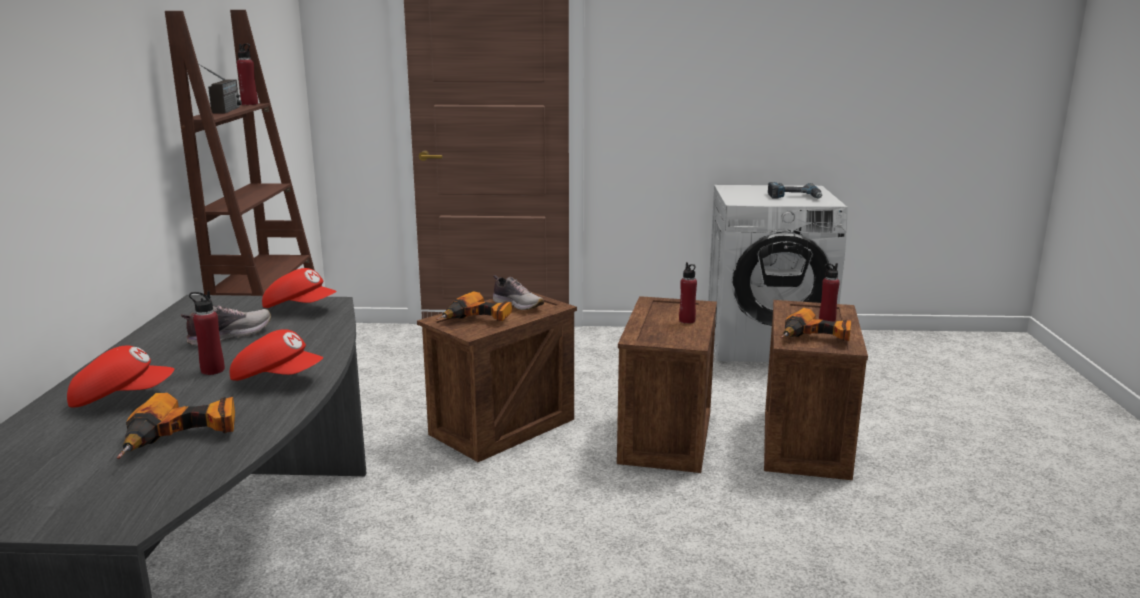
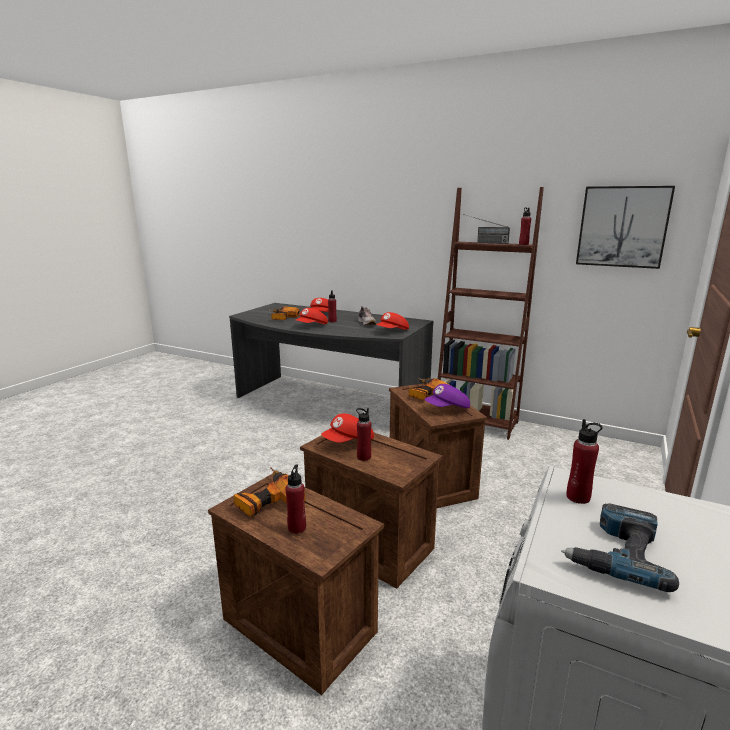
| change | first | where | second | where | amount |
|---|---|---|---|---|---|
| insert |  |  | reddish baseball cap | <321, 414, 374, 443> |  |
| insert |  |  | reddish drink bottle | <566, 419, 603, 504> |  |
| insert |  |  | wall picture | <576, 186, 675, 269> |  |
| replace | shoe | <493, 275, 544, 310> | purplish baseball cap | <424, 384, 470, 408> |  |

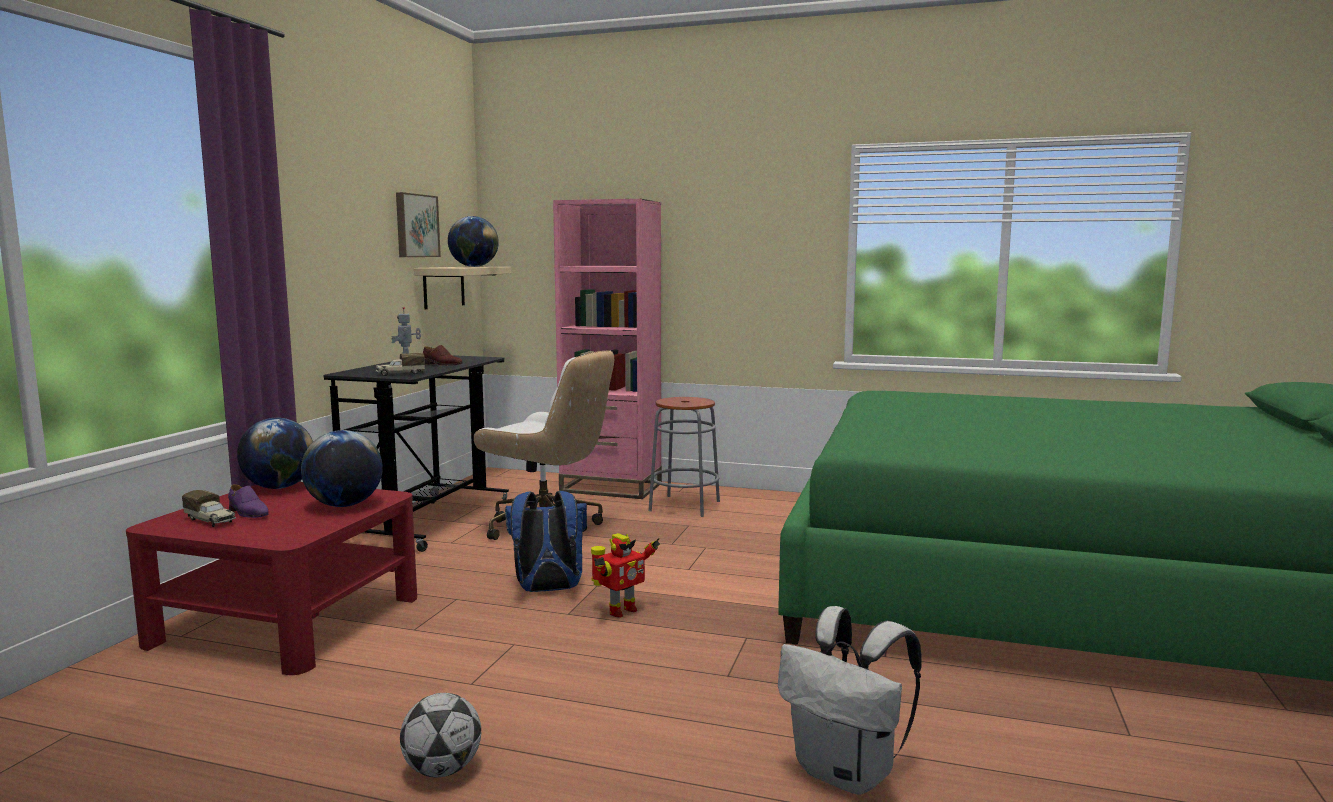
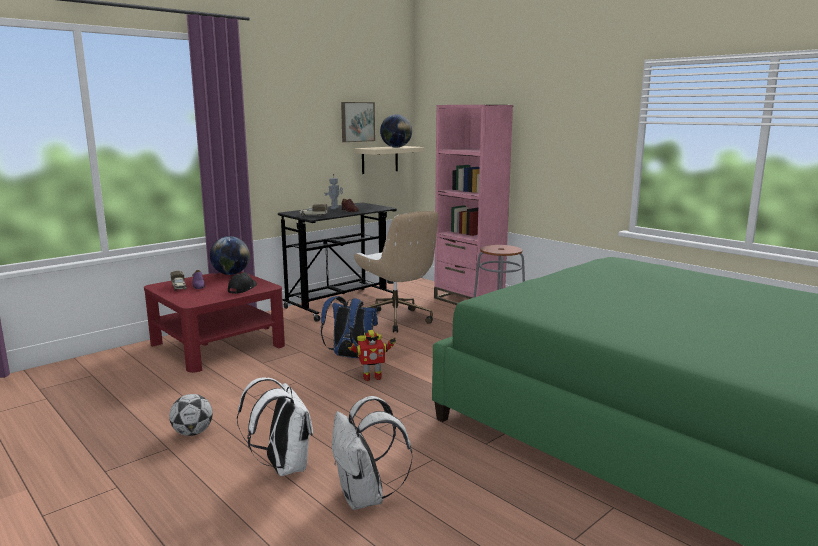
| change | first | where | second | where | amount |
|---|---|---|---|---|---|
| insert |  |  | white knapsack | <237, 377, 313, 476> |  |
| replace | globe | <301, 430, 383, 507> | blackish baseball cap | <228, 272, 257, 294> |  |

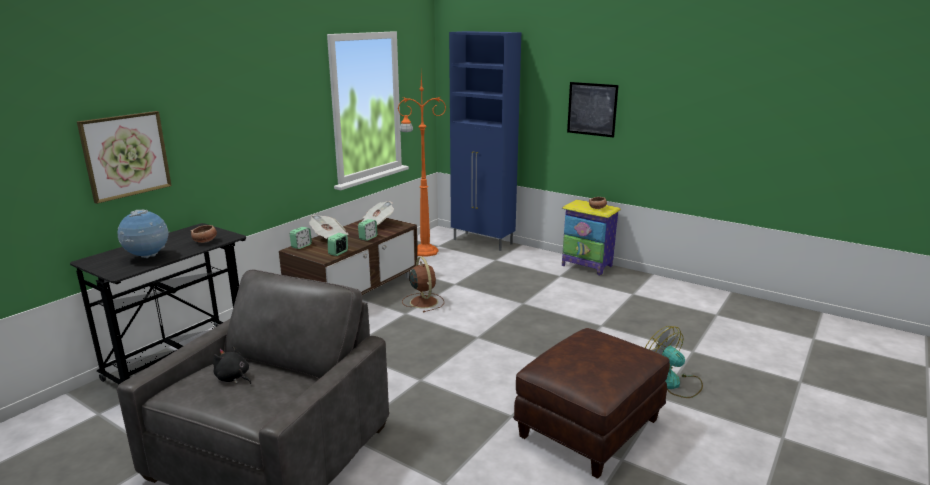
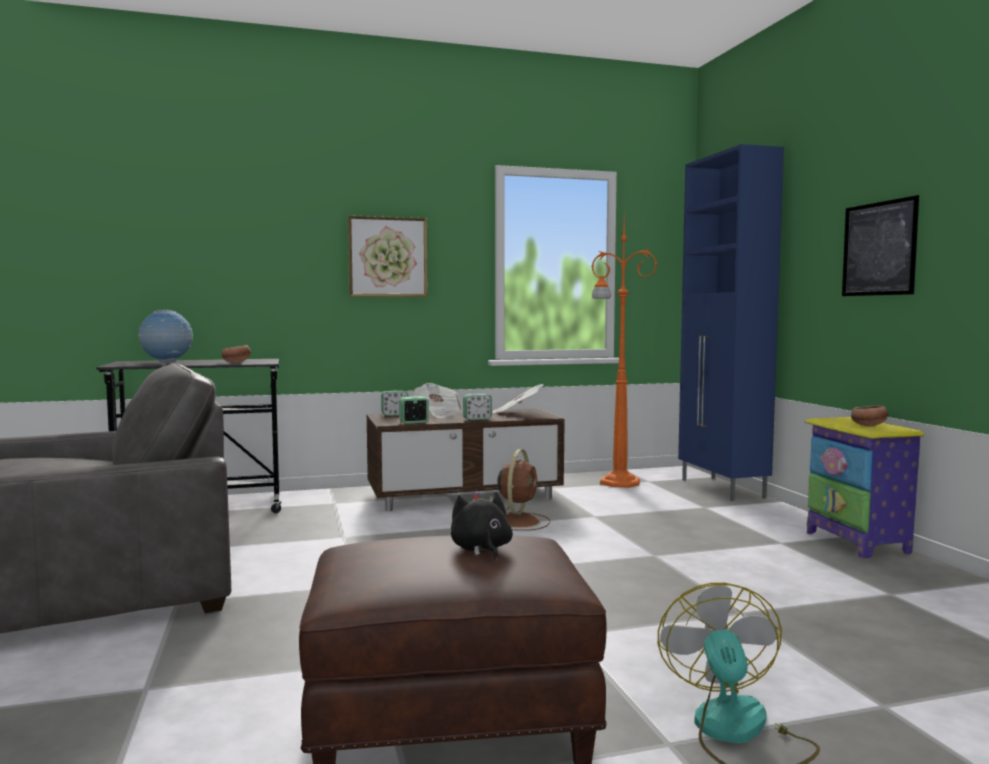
| change | first | where | second | where | amount |
|---|---|---|---|---|---|
| move | wall picture | <77, 111, 172, 204> |  | <348, 215, 428, 297> |  |
| move | blackish plush toy | <213, 345, 251, 384> |  | <451, 491, 513, 561> |  |

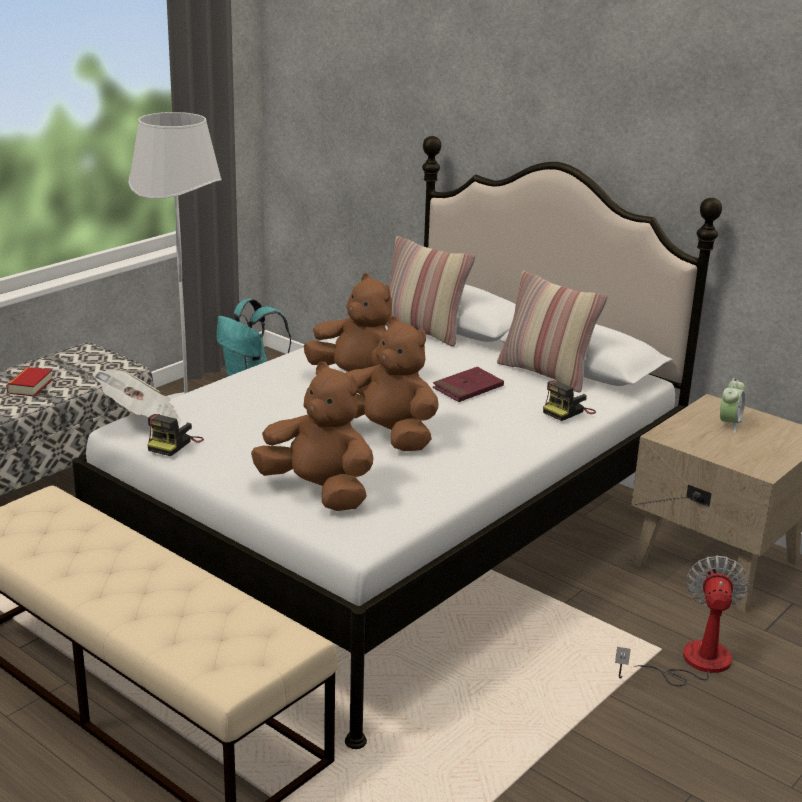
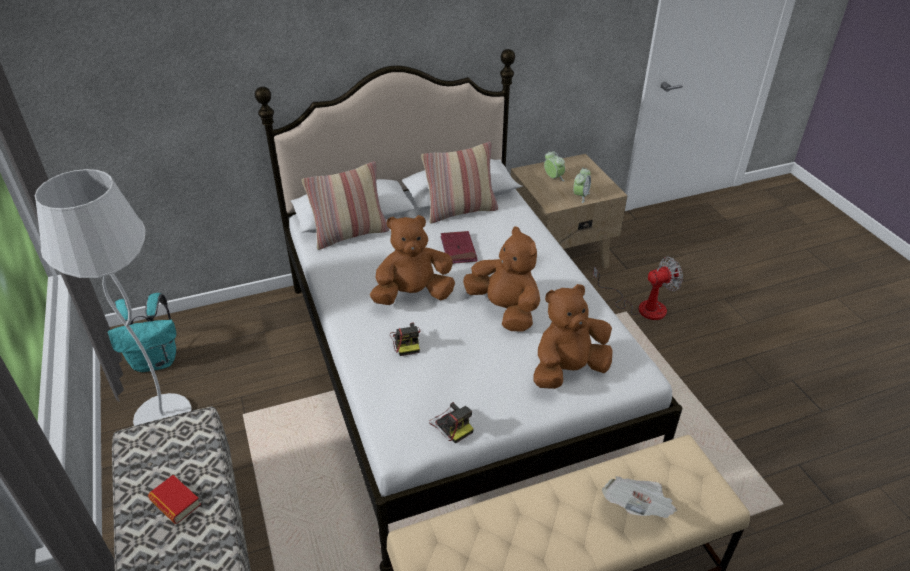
| change | first | where | second | where | amount |
|---|---|---|---|---|---|
| insert |  |  | table clock | <573, 168, 591, 203> |  |
| move | printed paper | <93, 370, 181, 421> |  | <602, 476, 677, 518> |  |
| move | photo camera | <543, 380, 596, 421> |  | <390, 322, 420, 356> |  |
| rotate | brown plush toy | <345, 316, 439, 451> |  | <463, 226, 540, 332> | 75 degrees clockwise |
| rotate | cooling fan | <615, 556, 749, 686> |  | <593, 257, 683, 320> | 120 degrees clockwise |

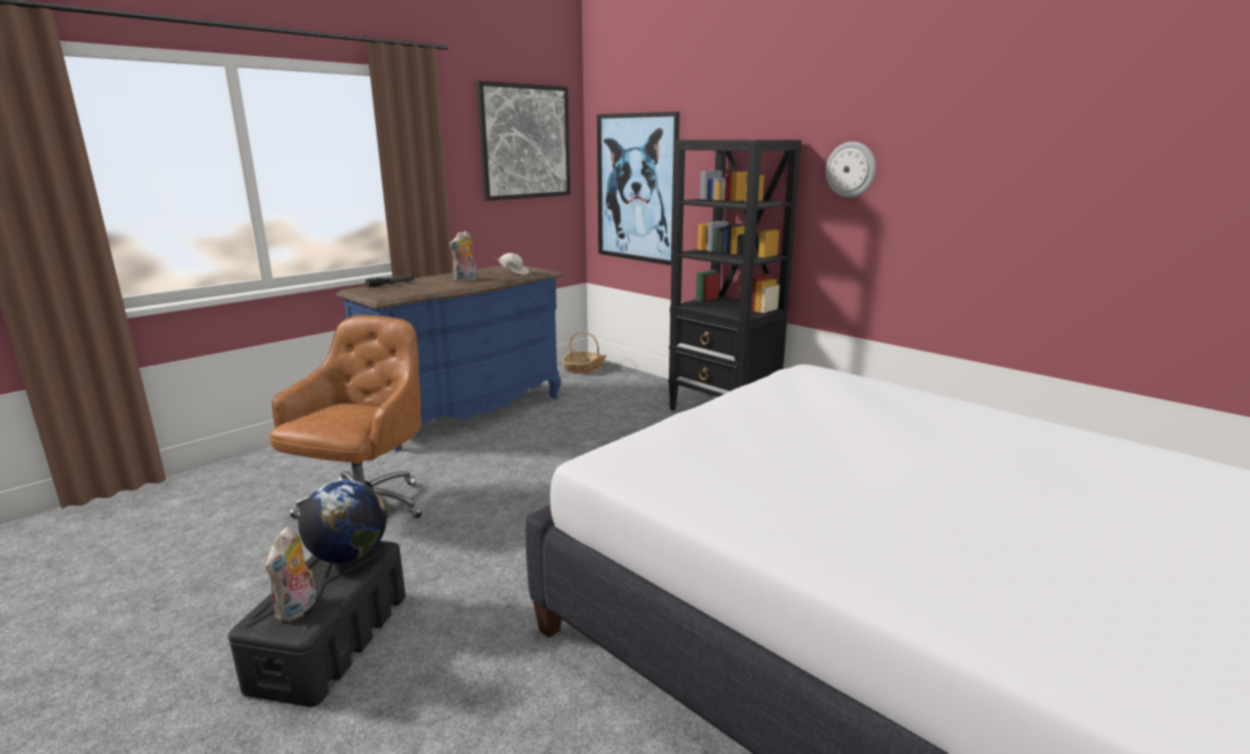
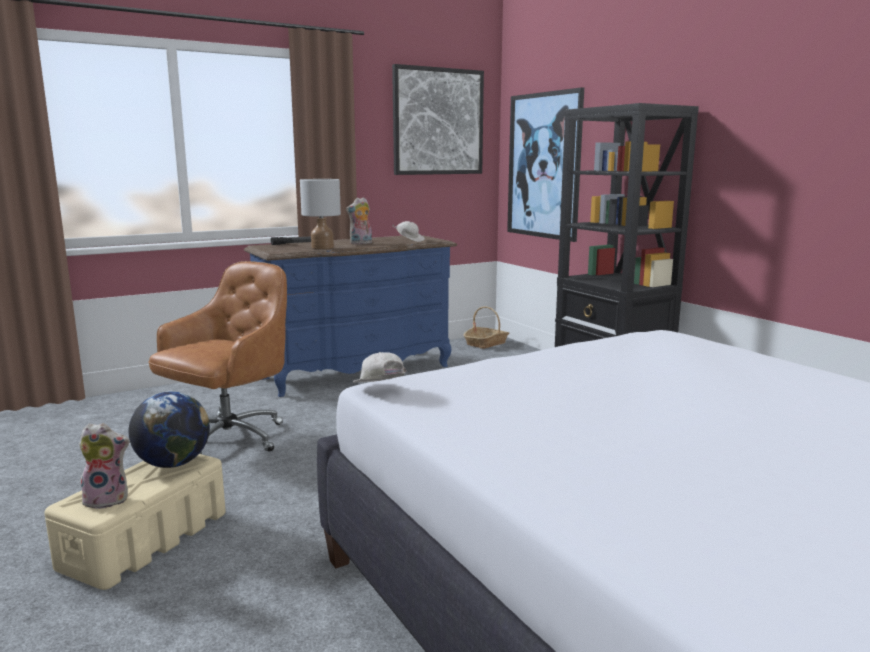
| change | first | where | second | where | amount |
|---|---|---|---|---|---|
| delete | hanging clock | <826, 142, 876, 197> |  |  |  |
| insert |  |  | greyish lamp for a table | <300, 179, 341, 249> |  |
| insert |  |  | white baseball cap | <353, 352, 407, 383> |  |
| recolor | blackish storage container | <228, 541, 405, 707> | beige-coloured storage container | <44, 454, 226, 590> |  |
| rotate | plush toy | <265, 526, 316, 622> |  | <79, 423, 129, 509> | 120 degrees counterclockwise |

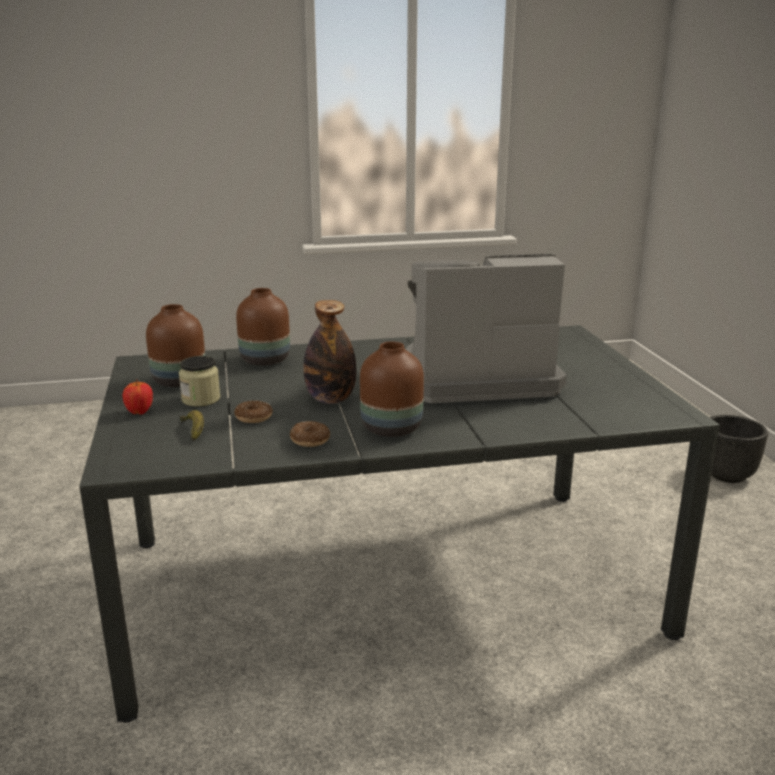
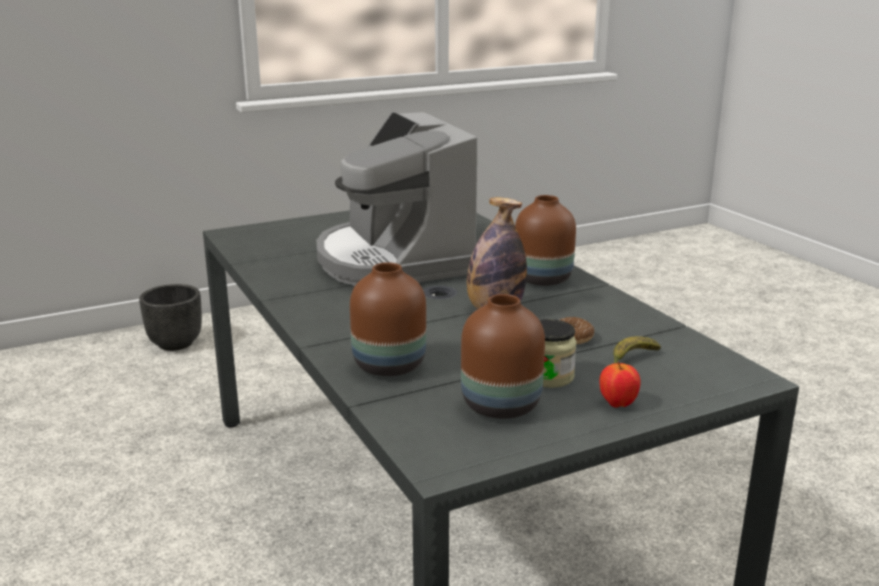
| change | first | where | second | where | amount |
|---|---|---|---|---|---|
| delete | doughnut | <290, 421, 330, 447> |  |  |  |

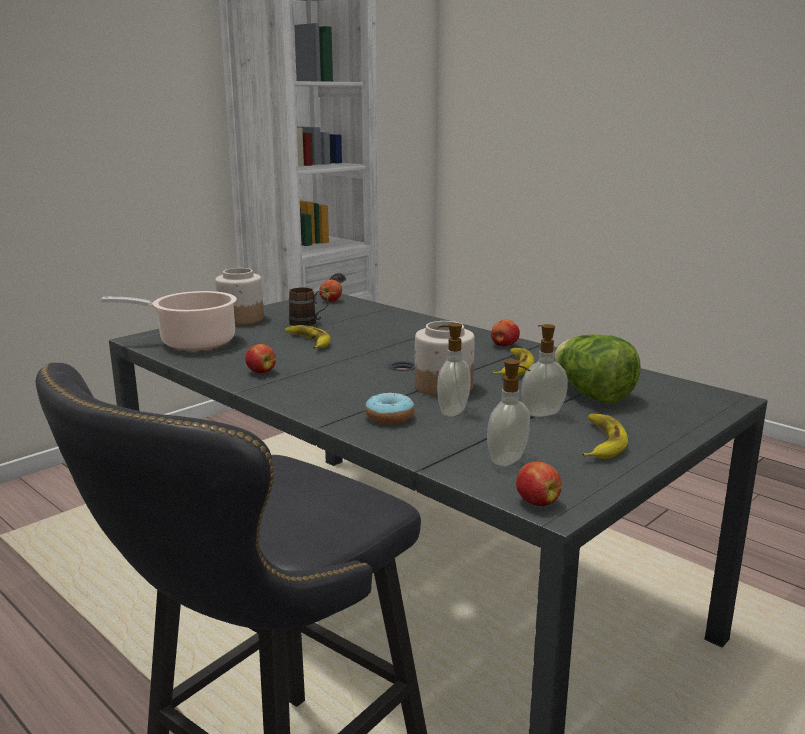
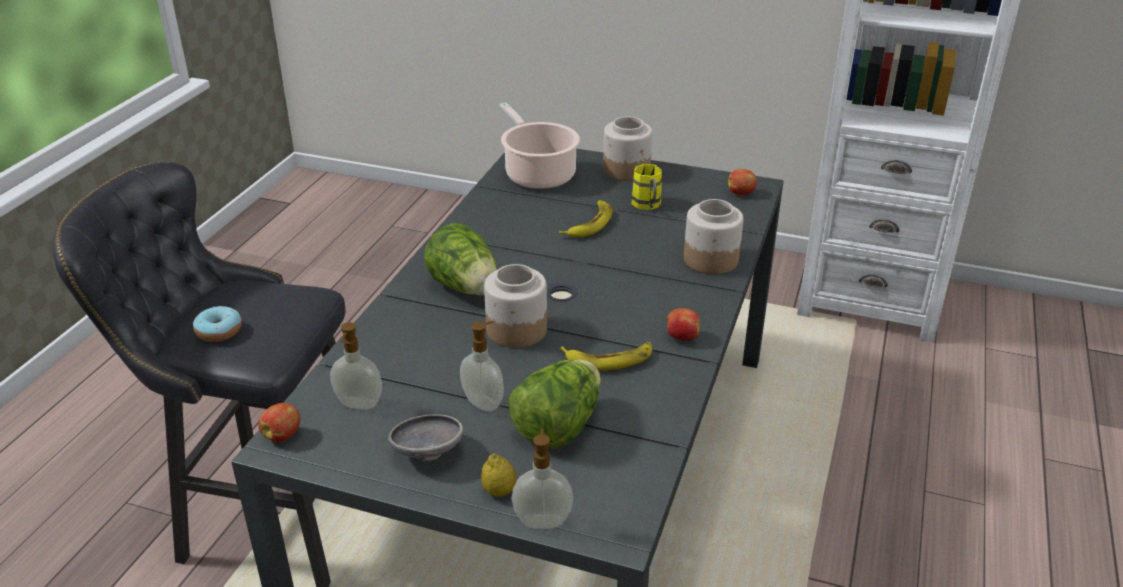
| change | first | where | second | where | amount |
|---|---|---|---|---|---|
| delete | apple | <245, 344, 276, 373> |  |  |  |
| insert |  |  | head of lettuce | <424, 223, 497, 296> |  |
| insert |  |  | whole lemon | <481, 454, 516, 496> |  |
| insert |  |  | storage jar | <684, 199, 743, 274> |  |
| move | doughnut | <365, 392, 414, 424> |  | <193, 306, 242, 342> |  |
| move | liquid soap bottle | <437, 323, 471, 416> |  | <512, 429, 573, 529> |  |
| replace | whole banana | <583, 414, 628, 459> | greyish serving bowl | <388, 414, 463, 461> |  |
| recolor | brown coffee mug | <288, 287, 329, 326> | yellow coffee mug | <631, 164, 662, 210> |  |

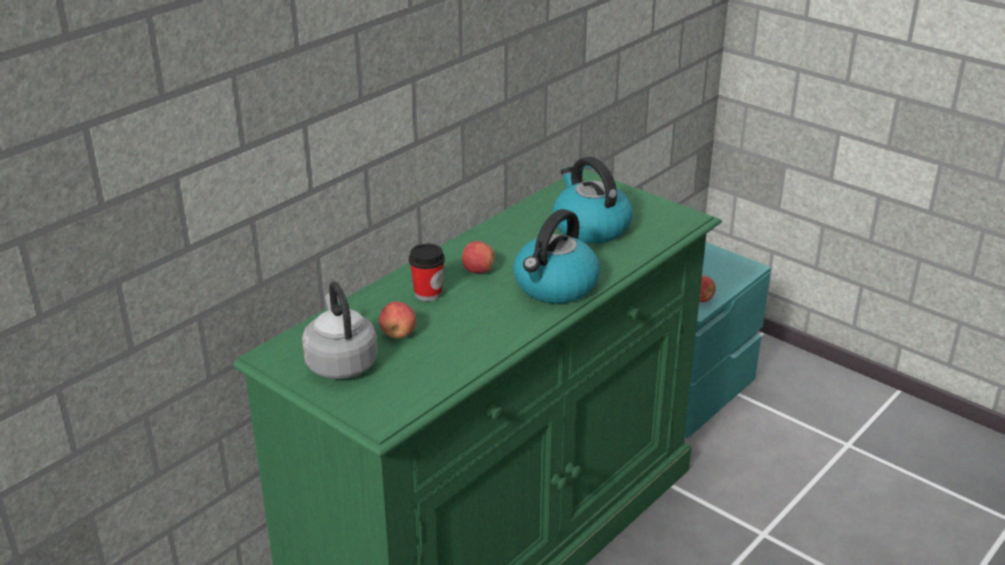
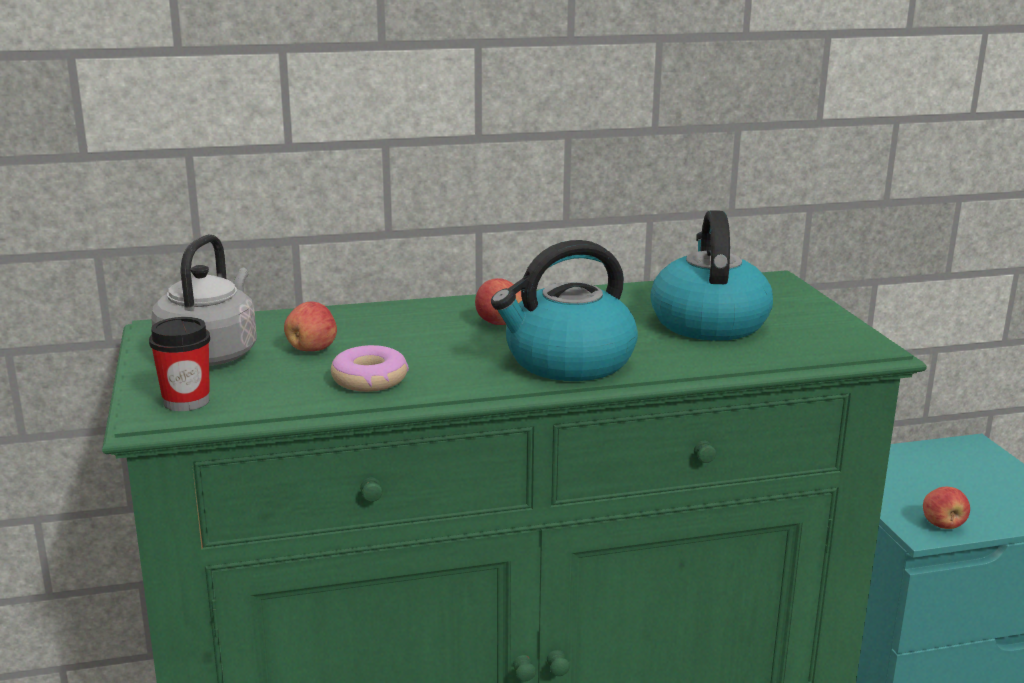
| change | first | where | second | where | amount |
|---|---|---|---|---|---|
| insert |  |  | doughnut | <331, 345, 409, 392> |  |
| move | cup | <409, 243, 445, 301> |  | <149, 317, 210, 411> |  |

